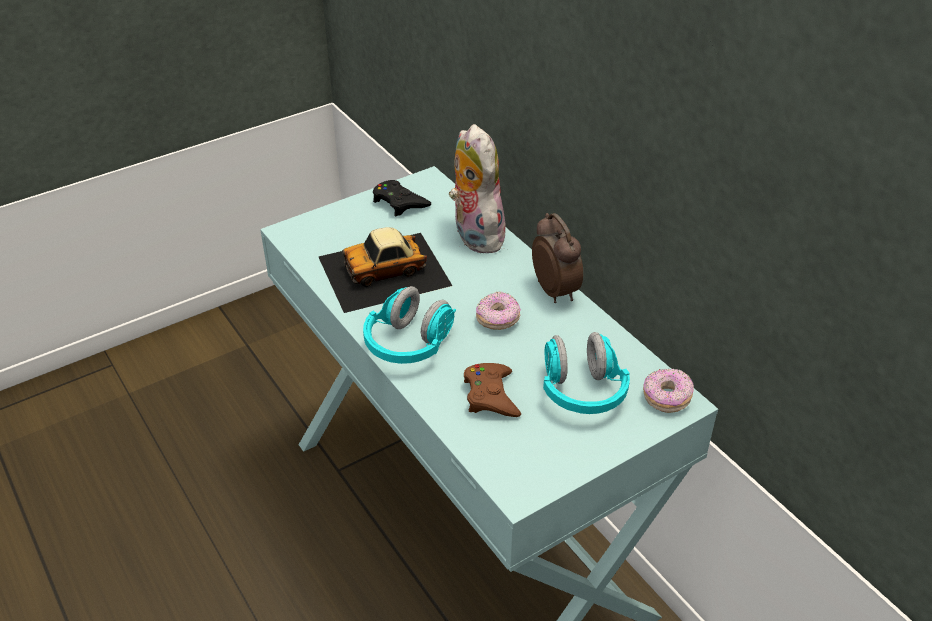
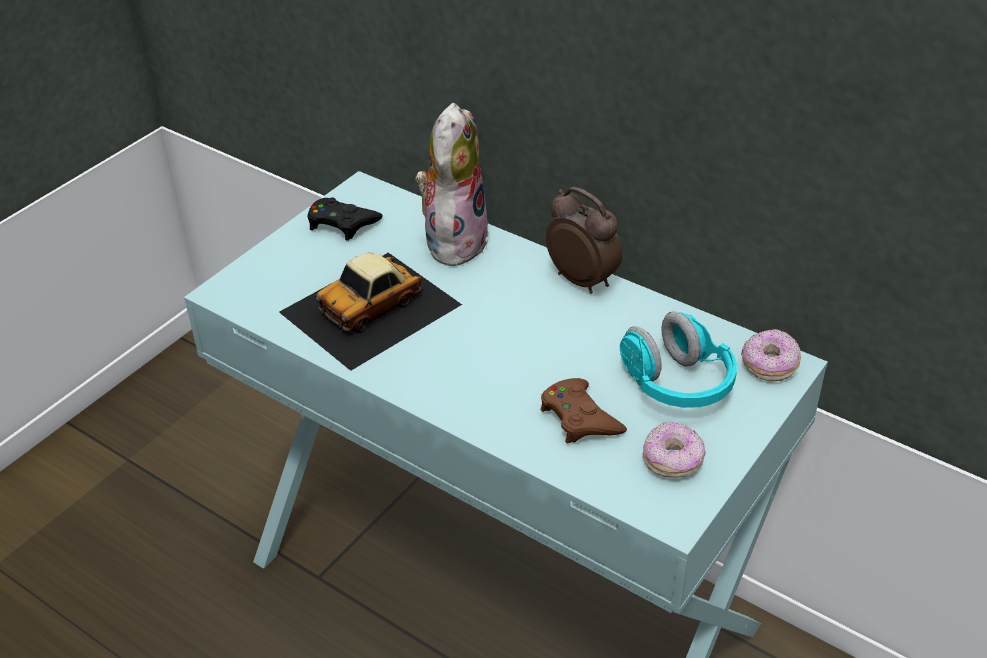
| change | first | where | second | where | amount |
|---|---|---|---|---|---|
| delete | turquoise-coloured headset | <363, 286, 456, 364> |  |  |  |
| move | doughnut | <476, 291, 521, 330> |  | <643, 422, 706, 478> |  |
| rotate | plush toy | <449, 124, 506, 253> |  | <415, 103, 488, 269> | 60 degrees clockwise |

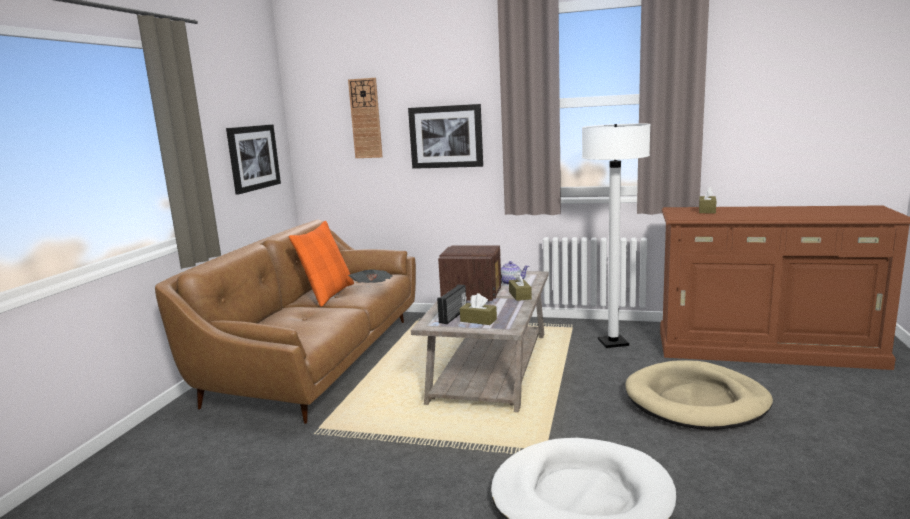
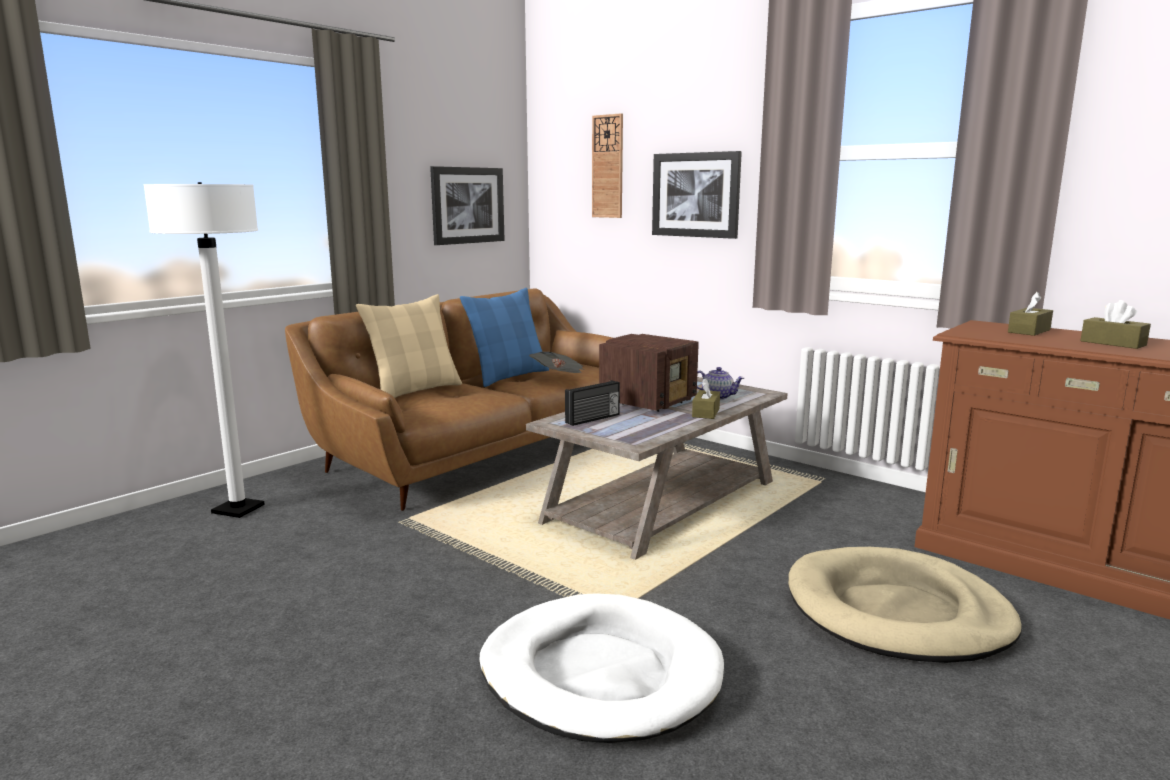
| change | first | where | second | where | amount |
|---|---|---|---|---|---|
| insert |  |  | beige-coloured cushion | <356, 294, 462, 398> |  |
| move | brown tissue holder | <460, 293, 497, 325> |  | <1080, 300, 1151, 349> |  |
| move | white standard lamp | <582, 123, 651, 348> |  | <143, 182, 265, 518> |  |
| recolor | orange-coloured cushion | <289, 221, 354, 307> | blue cushion | <460, 288, 549, 387> |  |

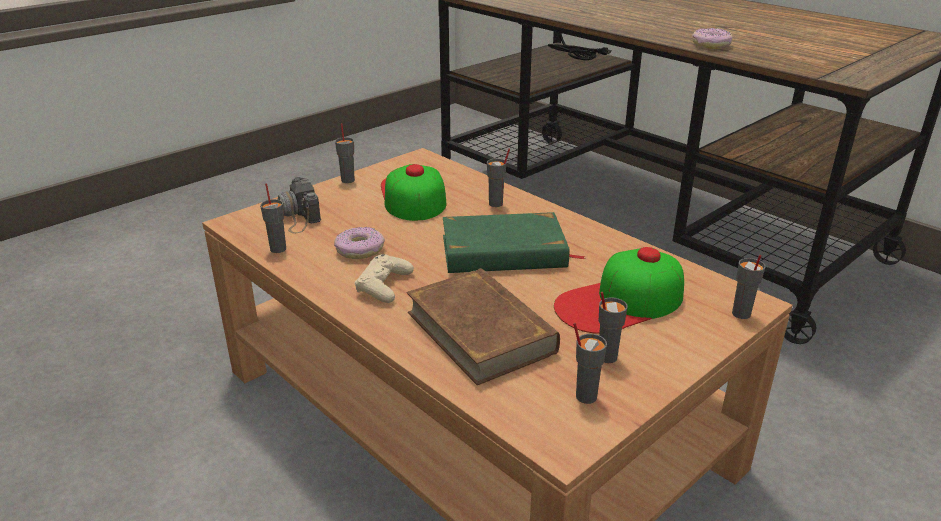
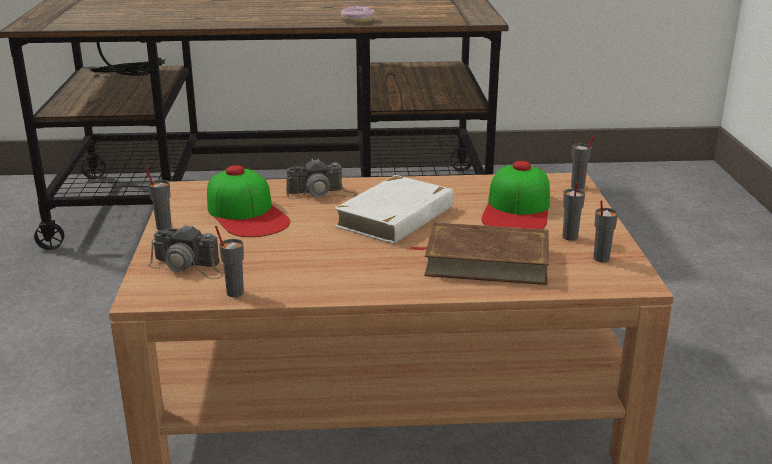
| change | first | where | second | where | amount |
|---|---|---|---|---|---|
| delete | doughnut | <334, 227, 385, 259> |  |  |  |
| delete | beige-coloured game controller | <355, 254, 414, 303> |  |  |  |
| replace | greyish cup | <487, 149, 510, 207> | photo camera | <286, 158, 357, 199> |  |
| recolor | green-coloured book | <443, 212, 585, 273> | white book | <334, 175, 454, 244> |  |
| rotate | baseball cap | <381, 164, 446, 221> |  | <207, 165, 290, 237> | 150 degrees counterclockwise |

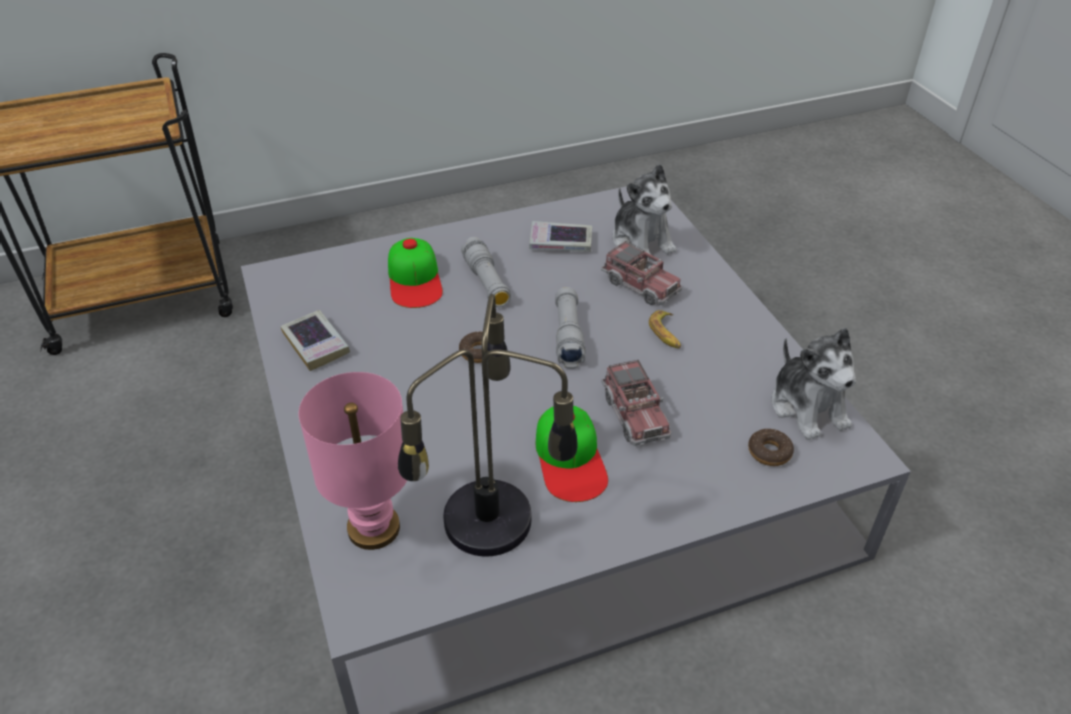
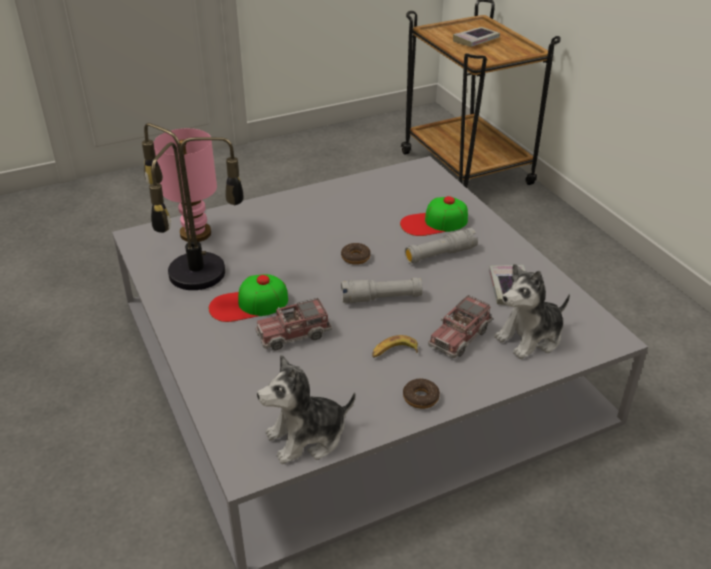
| change | first | where | second | where | amount |
|---|---|---|---|---|---|
| move | book | <280, 310, 350, 371> |  | <453, 27, 500, 47> |  |
| move | doughnut | <748, 429, 794, 466> |  | <403, 379, 440, 409> |  |

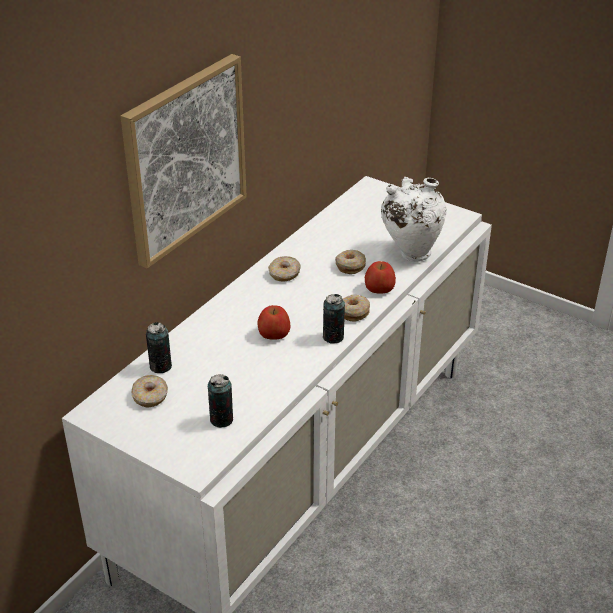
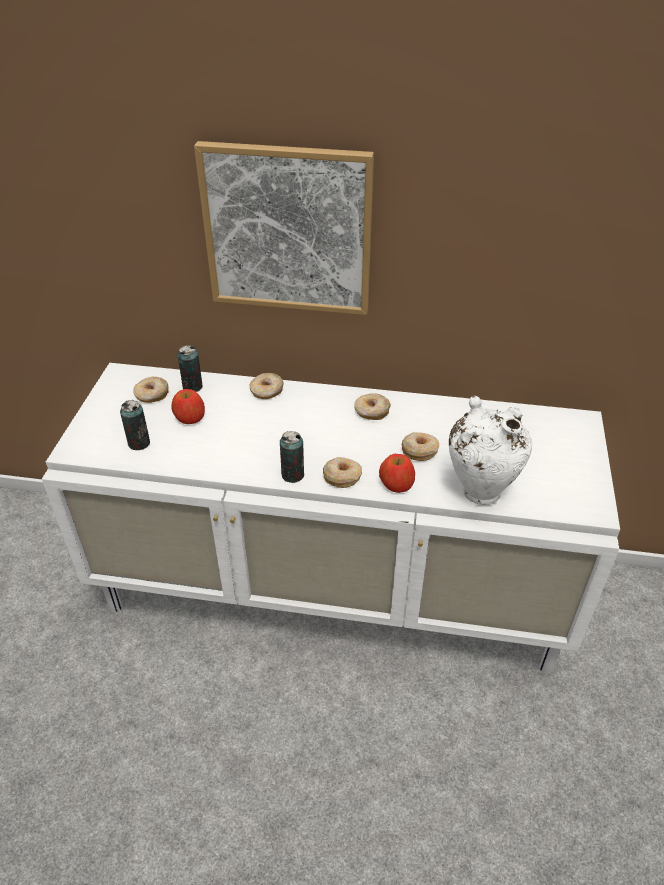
| change | first | where | second | where | amount |
|---|---|---|---|---|---|
| insert |  |  | doughnut | <249, 373, 284, 399> |  |
| move | apple | <257, 305, 291, 340> |  | <171, 389, 205, 424> |  |

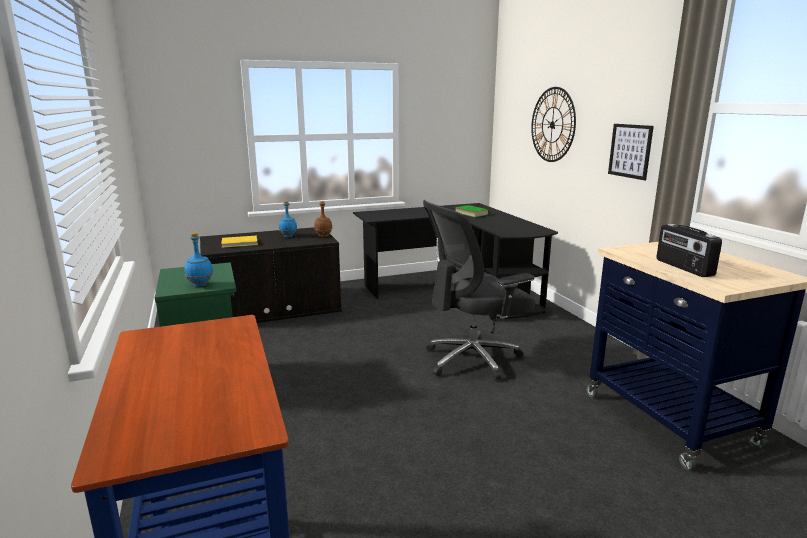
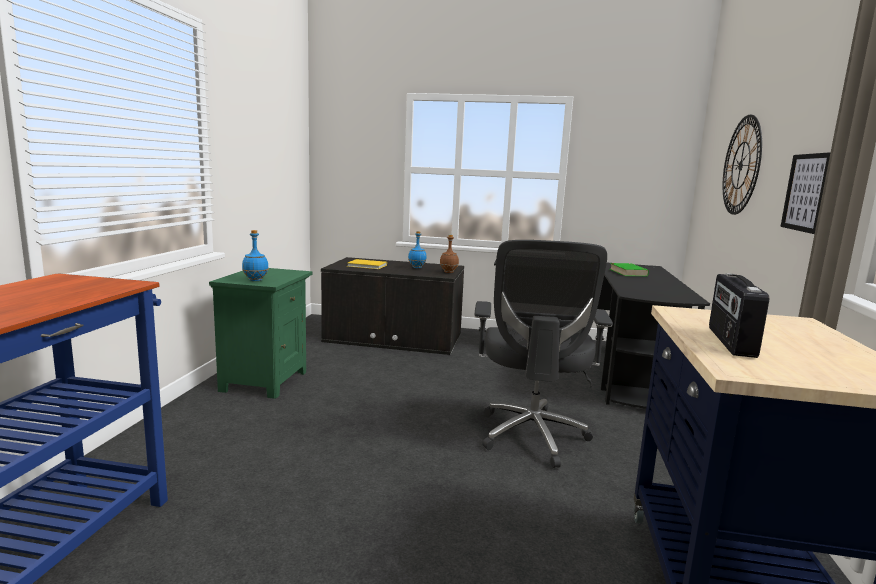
| change | first | where | second | where | amount |
|---|---|---|---|---|---|
| rotate | desk chair | <423, 200, 535, 380> |  | <474, 240, 613, 468> | 90 degrees counterclockwise |

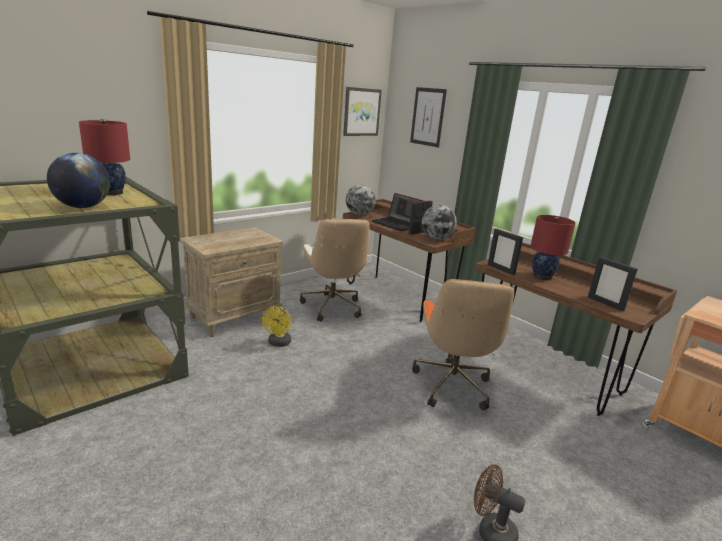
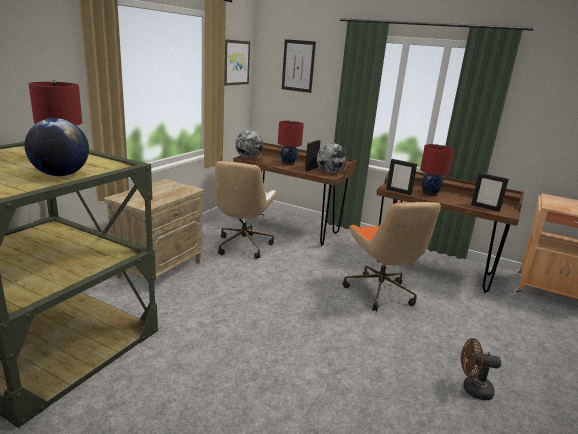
| change | first | where | second | where | amount |
|---|---|---|---|---|---|
| delete | yellow cooling fan | <262, 306, 292, 347> |  |  |  |
| replace | laptop | <372, 193, 423, 231> | reddish lamp for a table | <278, 121, 304, 165> |  |
| rotate | white desk chair | <300, 219, 370, 322> |  | <214, 161, 276, 259> | 45 degrees clockwise |

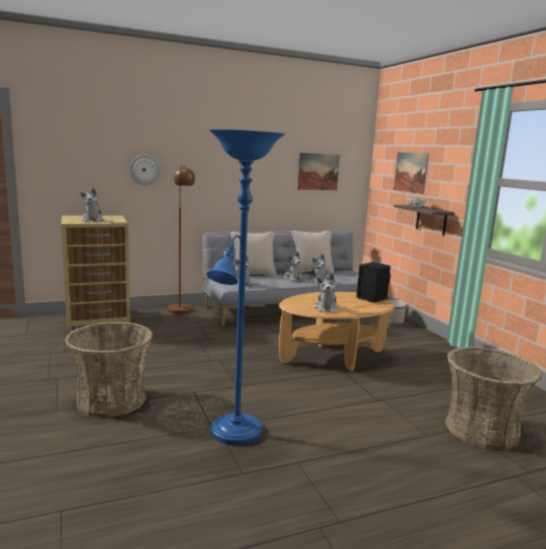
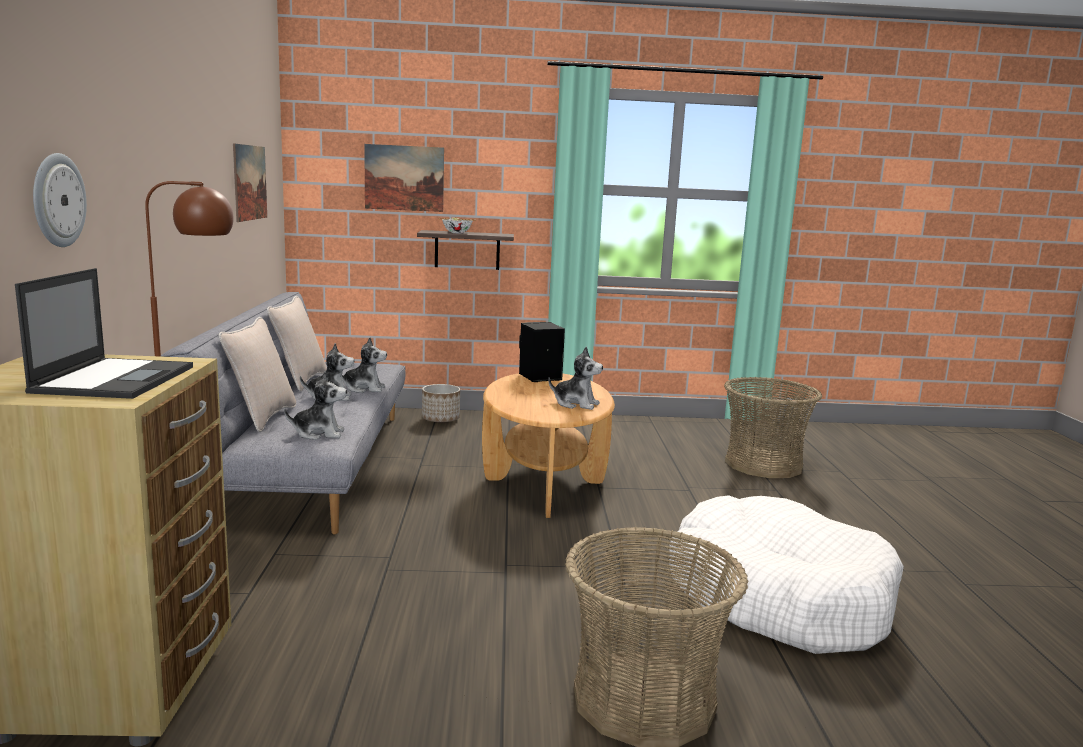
| change | first | where | second | where | amount |
|---|---|---|---|---|---|
| replace | plush toy | <80, 188, 103, 222> | laptop | <15, 268, 193, 399> |  |
| replace | blue standard lamp | <207, 129, 285, 446> | white dog bed | <669, 496, 904, 654> |  |

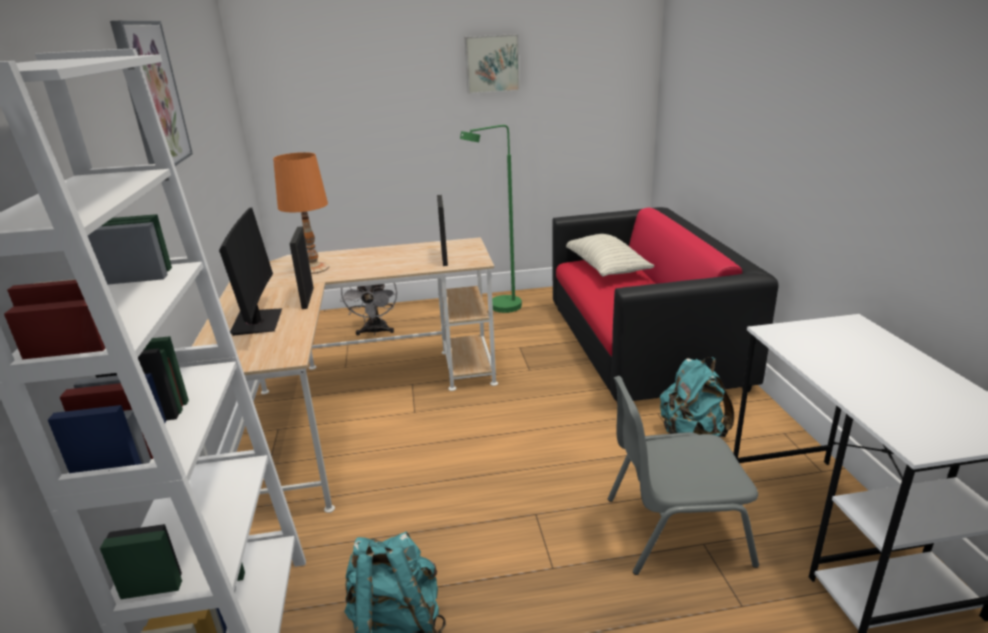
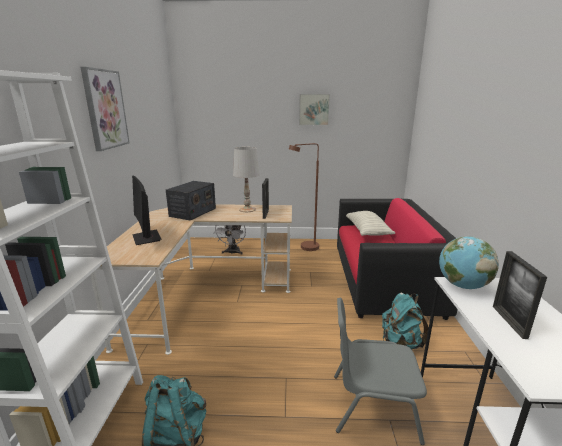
| change | first | where | second | where | amount |
|---|---|---|---|---|---|
| insert |  |  | white lamp for a table | <233, 147, 259, 212> |  |
| insert |  |  | globe | <439, 236, 499, 289> |  |
| move | photo frame | <289, 226, 314, 309> |  | <493, 251, 547, 339> |  |
| replace | orange-coloured lamp for a table | <273, 152, 329, 274> | radio receiver | <166, 181, 216, 221> |  |
| recolor | green-coloured standard lamp | <460, 125, 522, 313> | brown standard lamp | <289, 143, 319, 251> |  |
| rotate | monitor | <219, 207, 282, 336> |  | <132, 176, 162, 245> | 150 degrees clockwise |

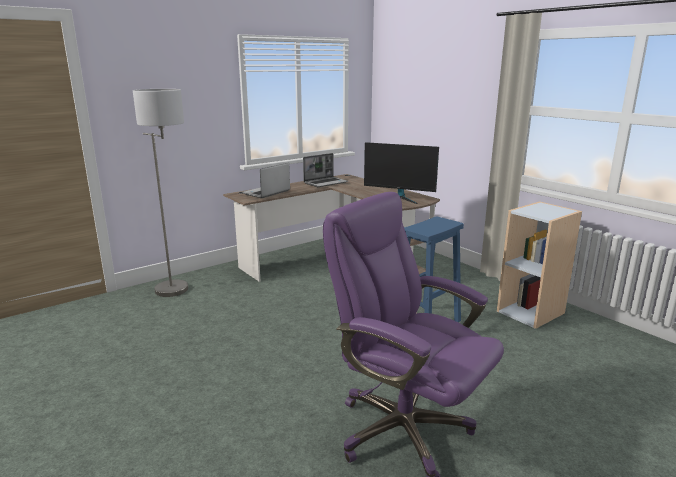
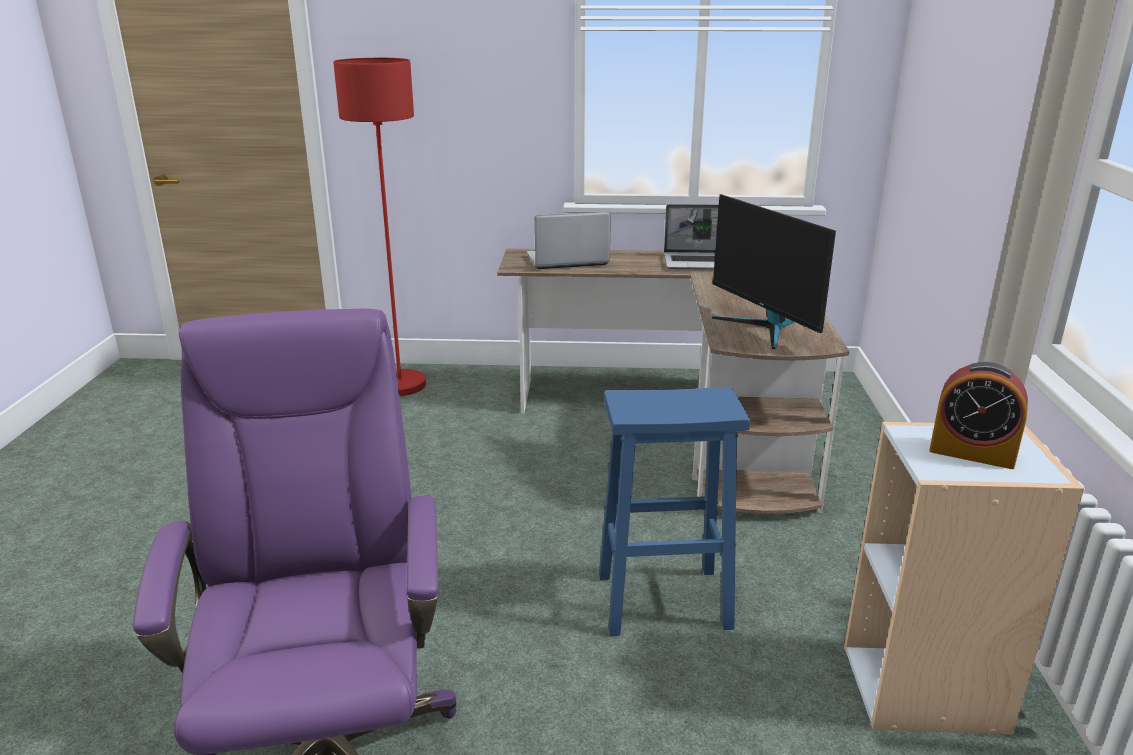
| change | first | where | second | where | amount |
|---|---|---|---|---|---|
| insert |  |  | table clock | <929, 362, 1028, 469> |  |
| recolor | greyish standard lamp | <133, 89, 188, 297> | reddish standard lamp | <334, 58, 426, 396> |  |

